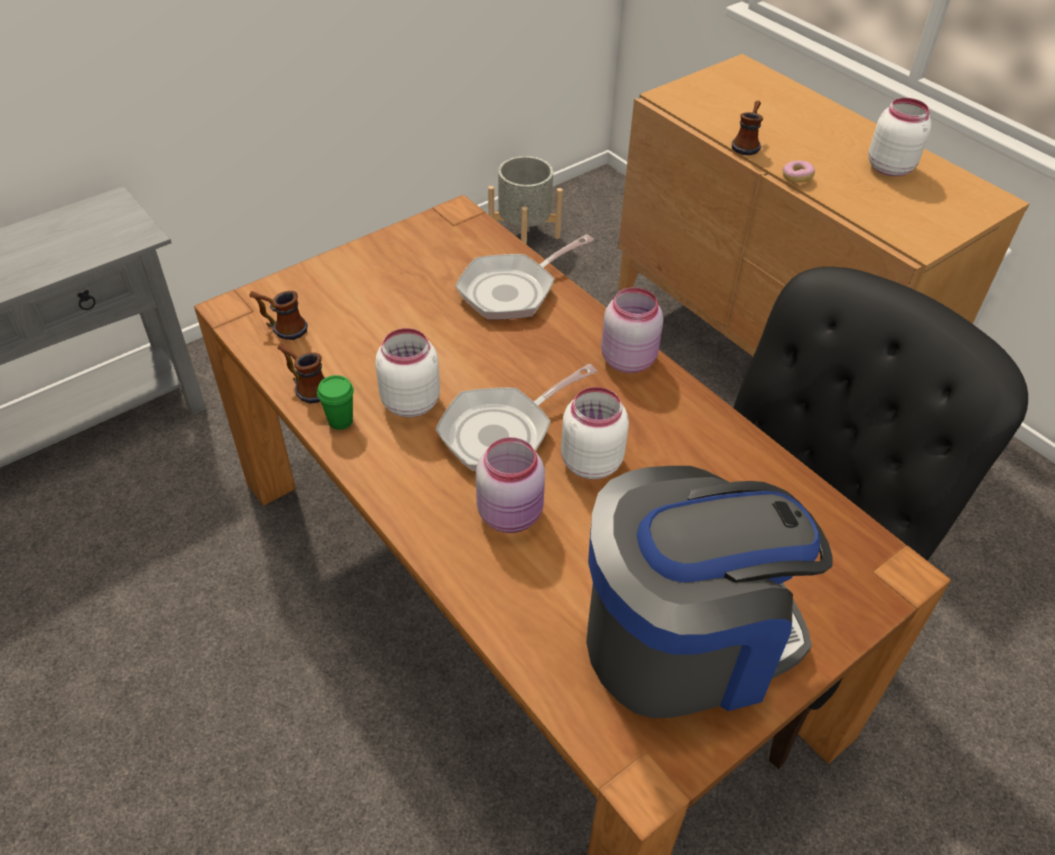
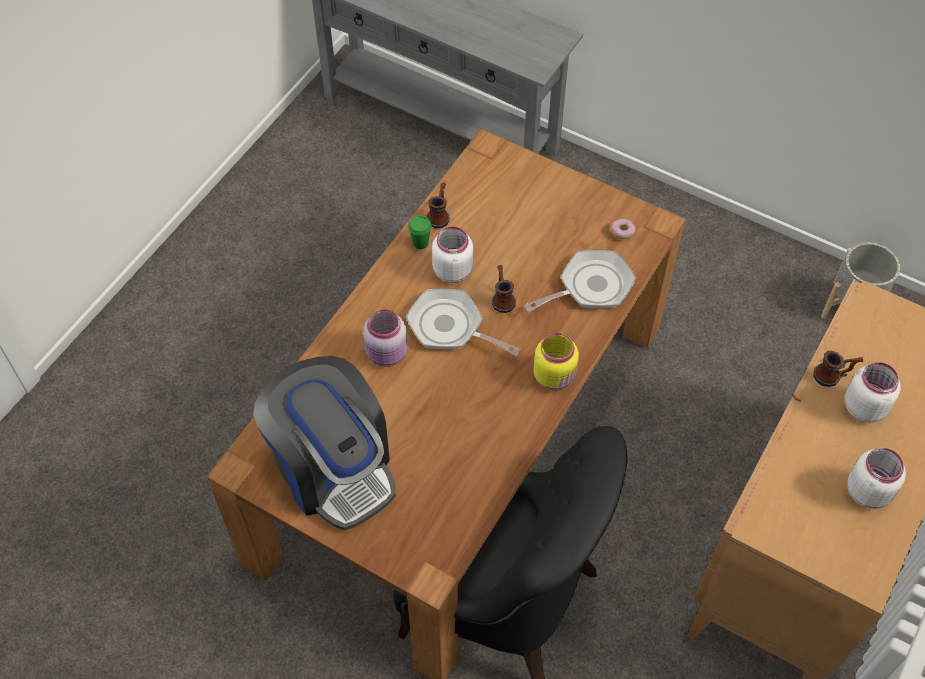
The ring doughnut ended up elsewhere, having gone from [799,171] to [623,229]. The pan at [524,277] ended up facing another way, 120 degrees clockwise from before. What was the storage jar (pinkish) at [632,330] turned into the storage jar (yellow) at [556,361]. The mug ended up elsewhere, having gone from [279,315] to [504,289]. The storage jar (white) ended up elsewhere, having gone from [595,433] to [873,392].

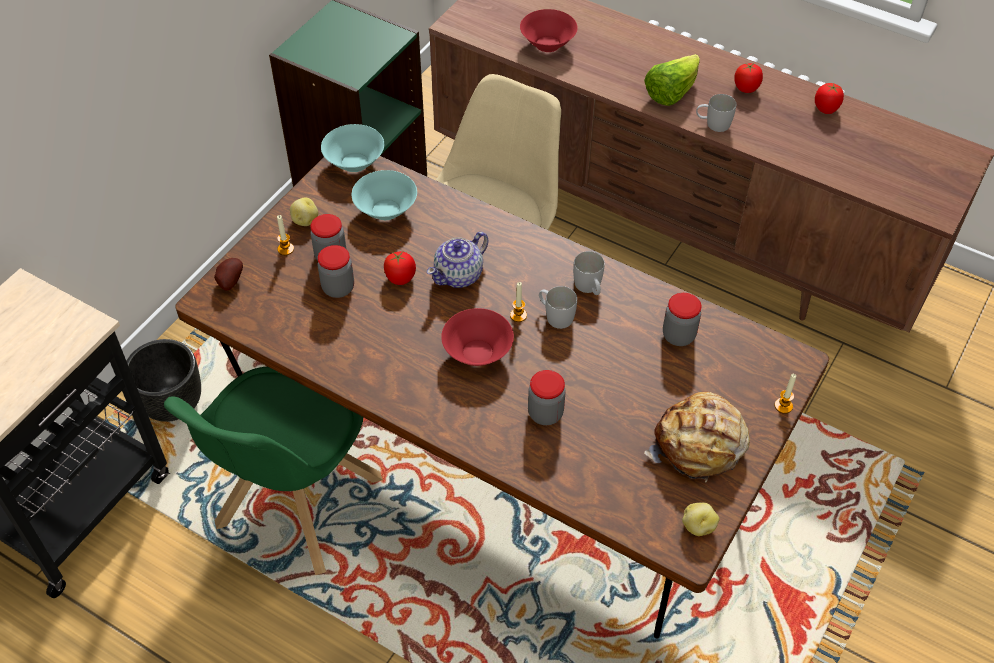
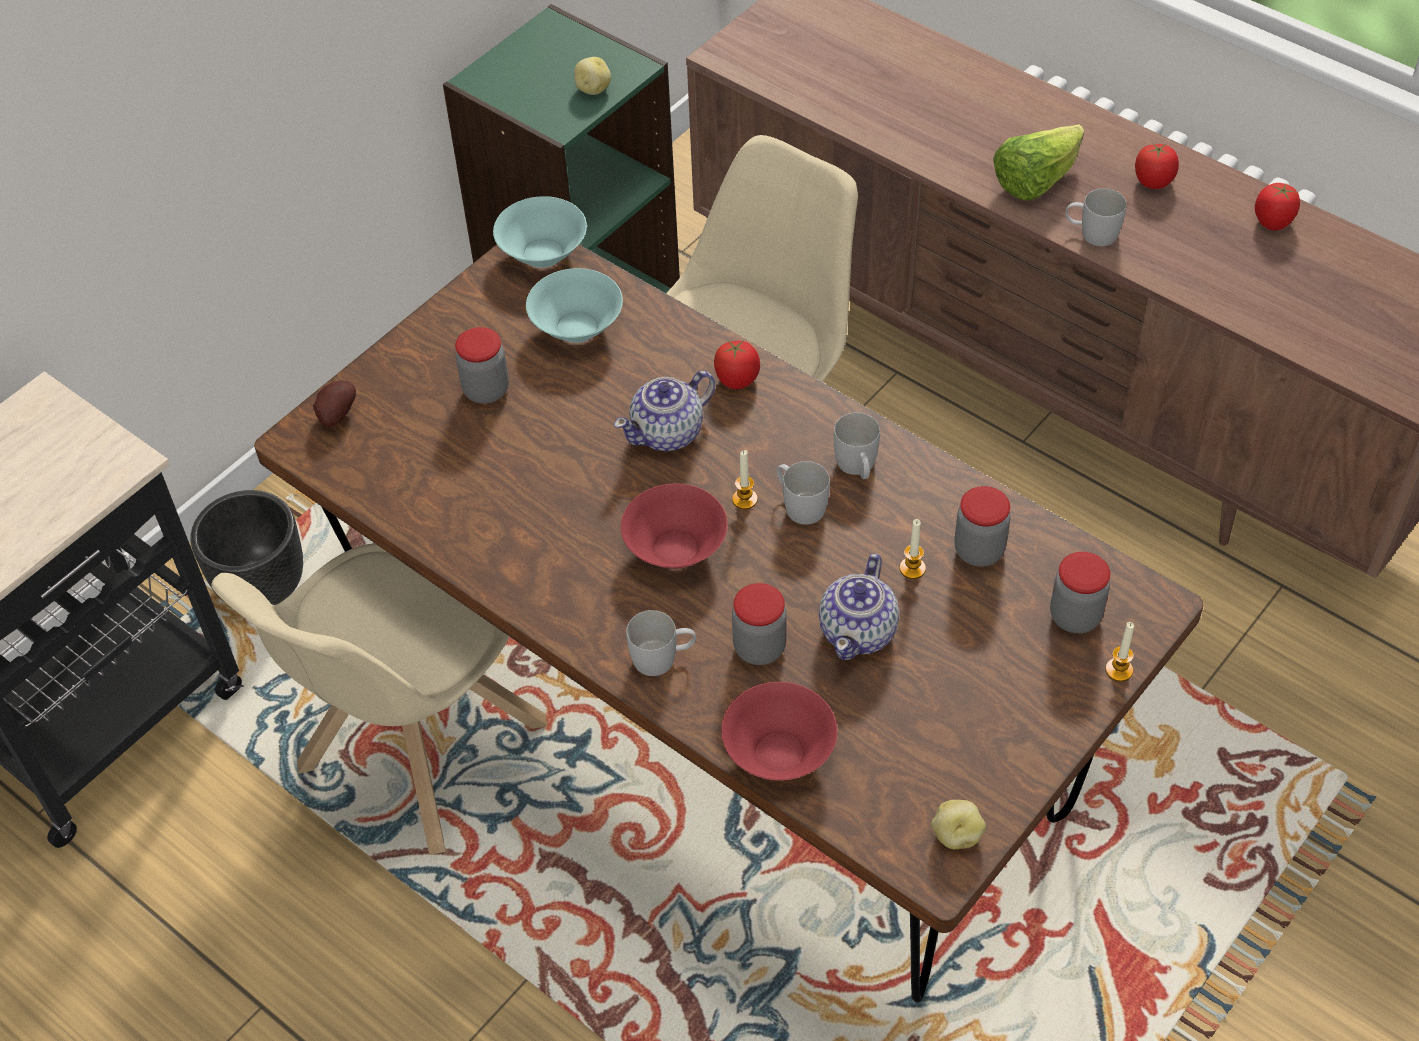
The serving bowl (reddish) ended up elsewhere, having gone from [549,30] to [779,731]. The spud ended up elsewhere, having gone from [304,211] to [592,76]. The wax light ended up elsewhere, having gone from [285,235] to [913,549]. The storage jar ended up elsewhere, having gone from [336,271] to [1080,592]. The fresh tomato ended up elsewhere, having gone from [400,268] to [737,364]. What was the chair (green) at [273,471] turned into the chair (beige-coloured) at [379,699]. The second view lost the bakery bread at [697,437]. The second view gained the tea pot at [859,606]. The second view gained the mug (white) at [661,643].

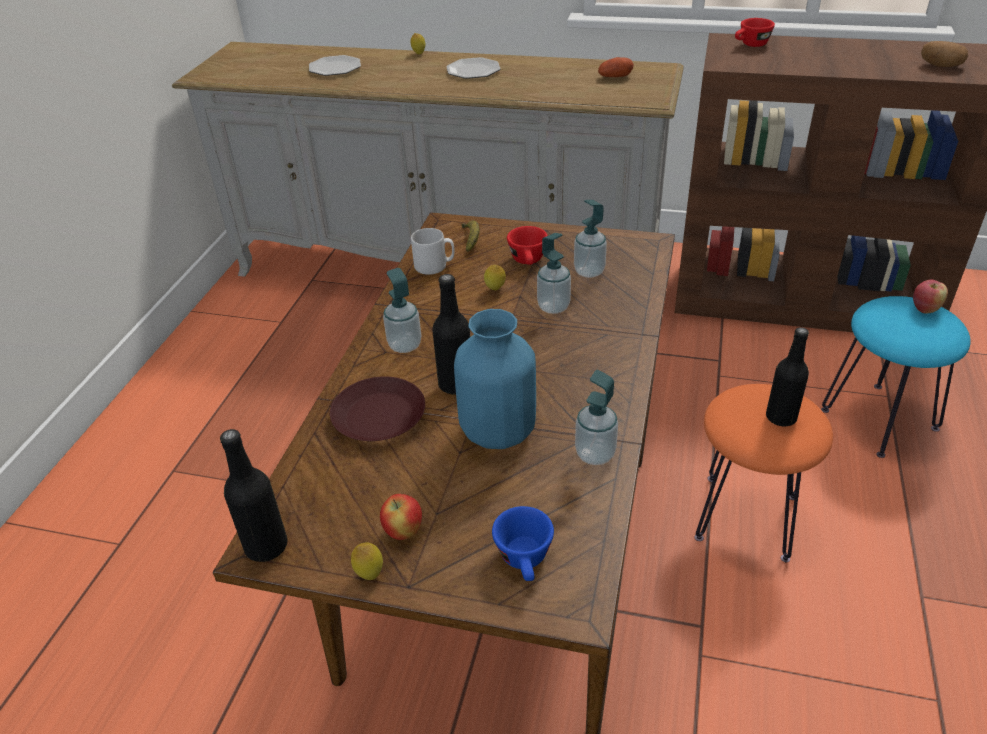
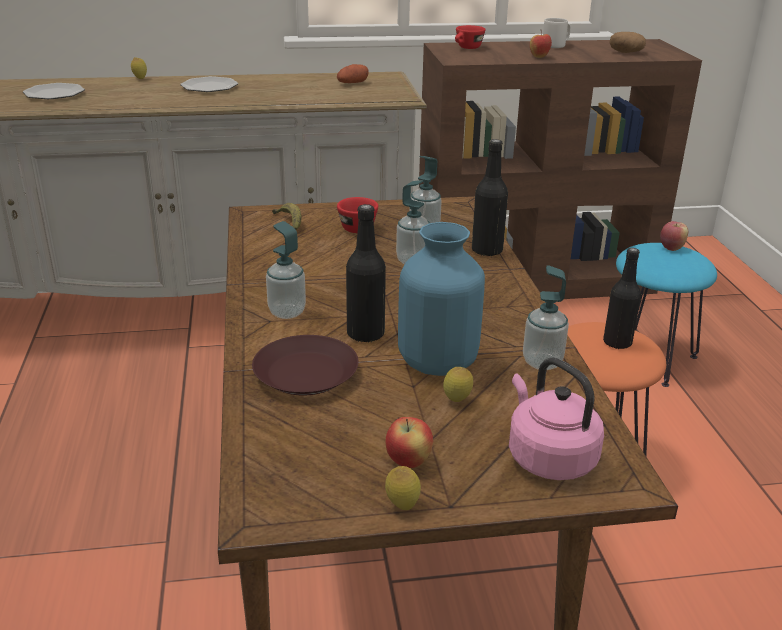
The mug (greyish) ended up elsewhere, having gone from [433,251] to [557,33]. The lemon ended up elsewhere, having gone from [495,277] to [458,384]. The beverage bottle (black-coloured) ended up elsewhere, having gone from [254,495] to [490,197]. Where the small cup (blue) stood at [523,543], the tea kettle (pinkish) came to stand at [556,418]. The second view gained the apple at [541,43].

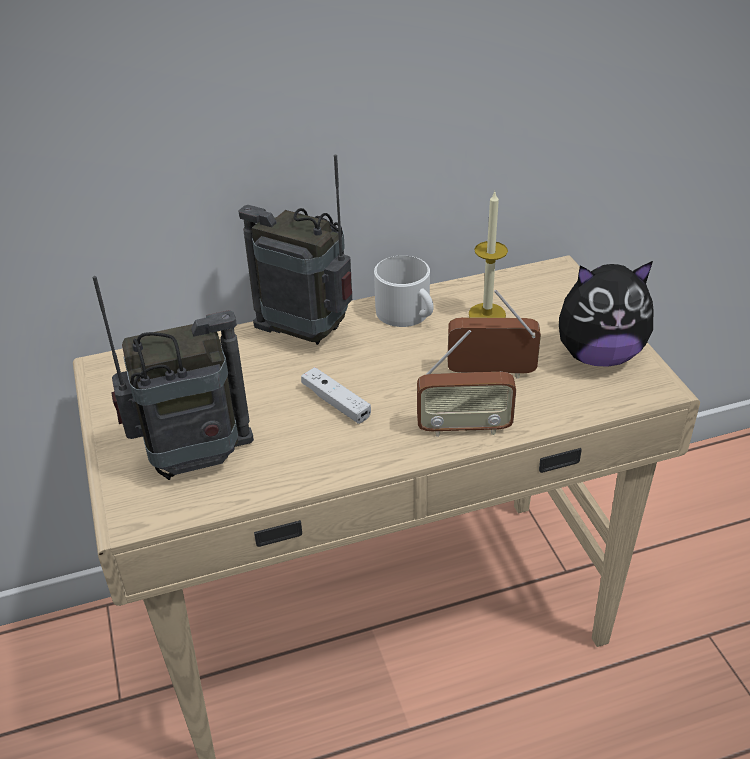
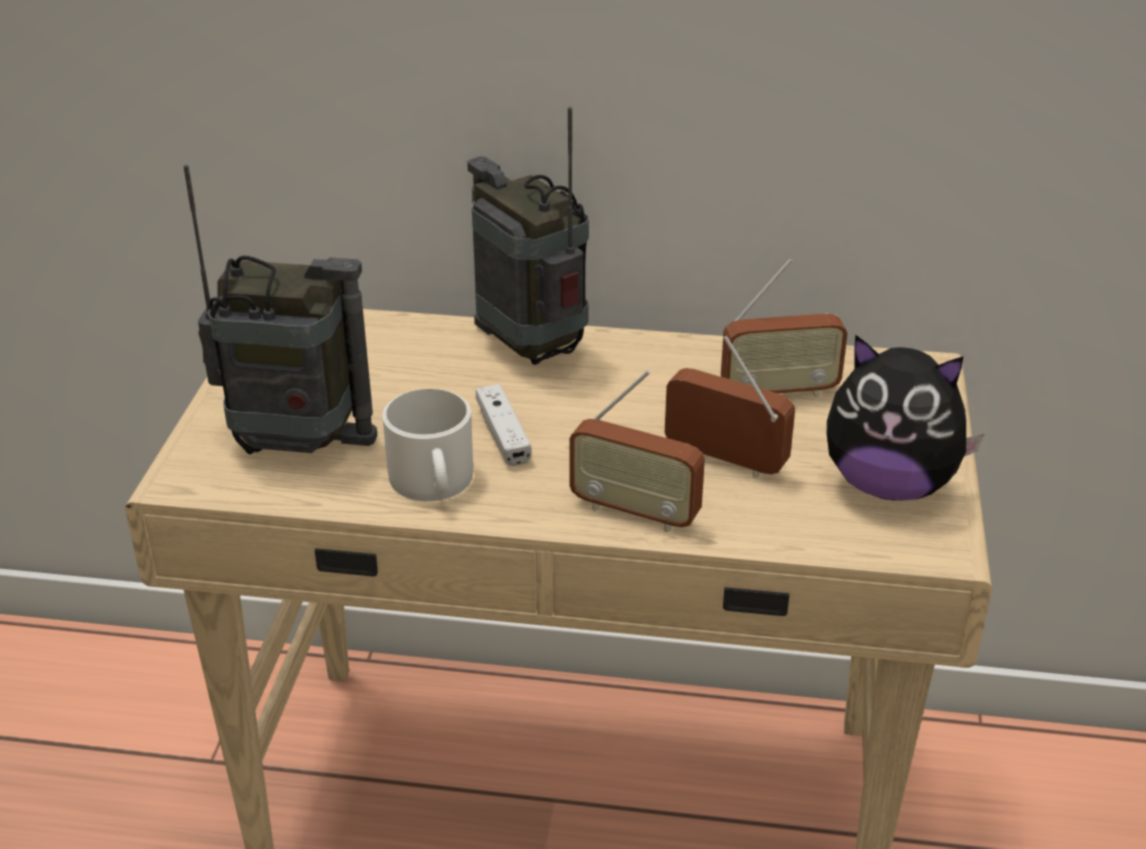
Where the wax light stood at [488,255], the radio came to stand at [784,328]. The mug (white) ended up elsewhere, having gone from [404,291] to [428,445].

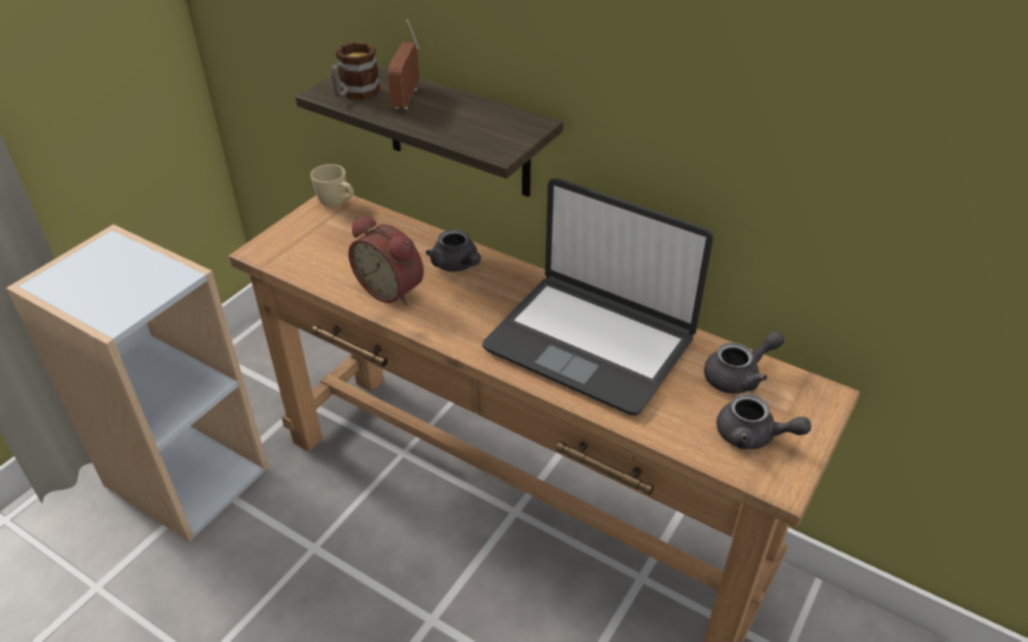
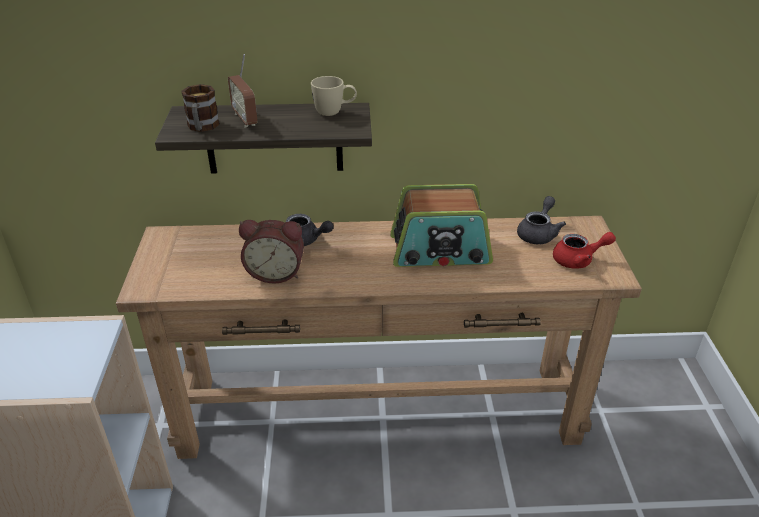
The mug (beige-coloured) ended up elsewhere, having gone from [332,185] to [334,96]. Where the laptop stood at [597,297], the radio came to stand at [441,225]. What was the tea pot (greyish) at [764,421] turned into the tea pot (reddish) at [584,250].

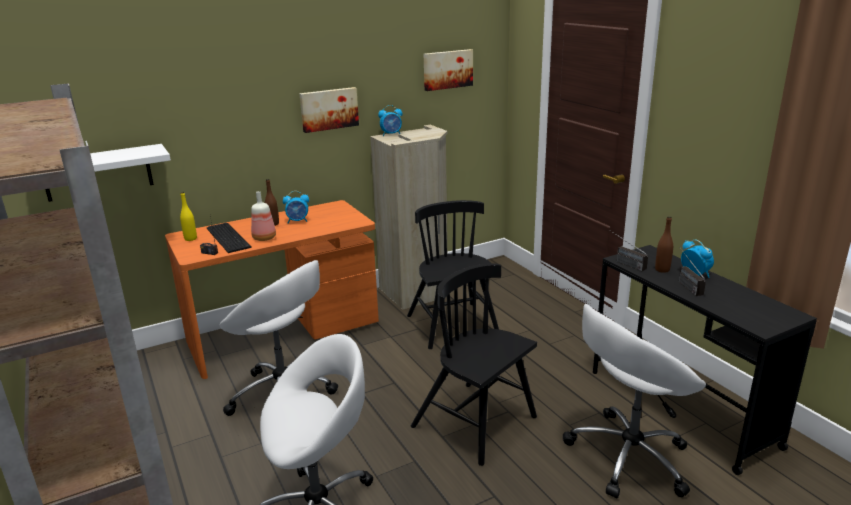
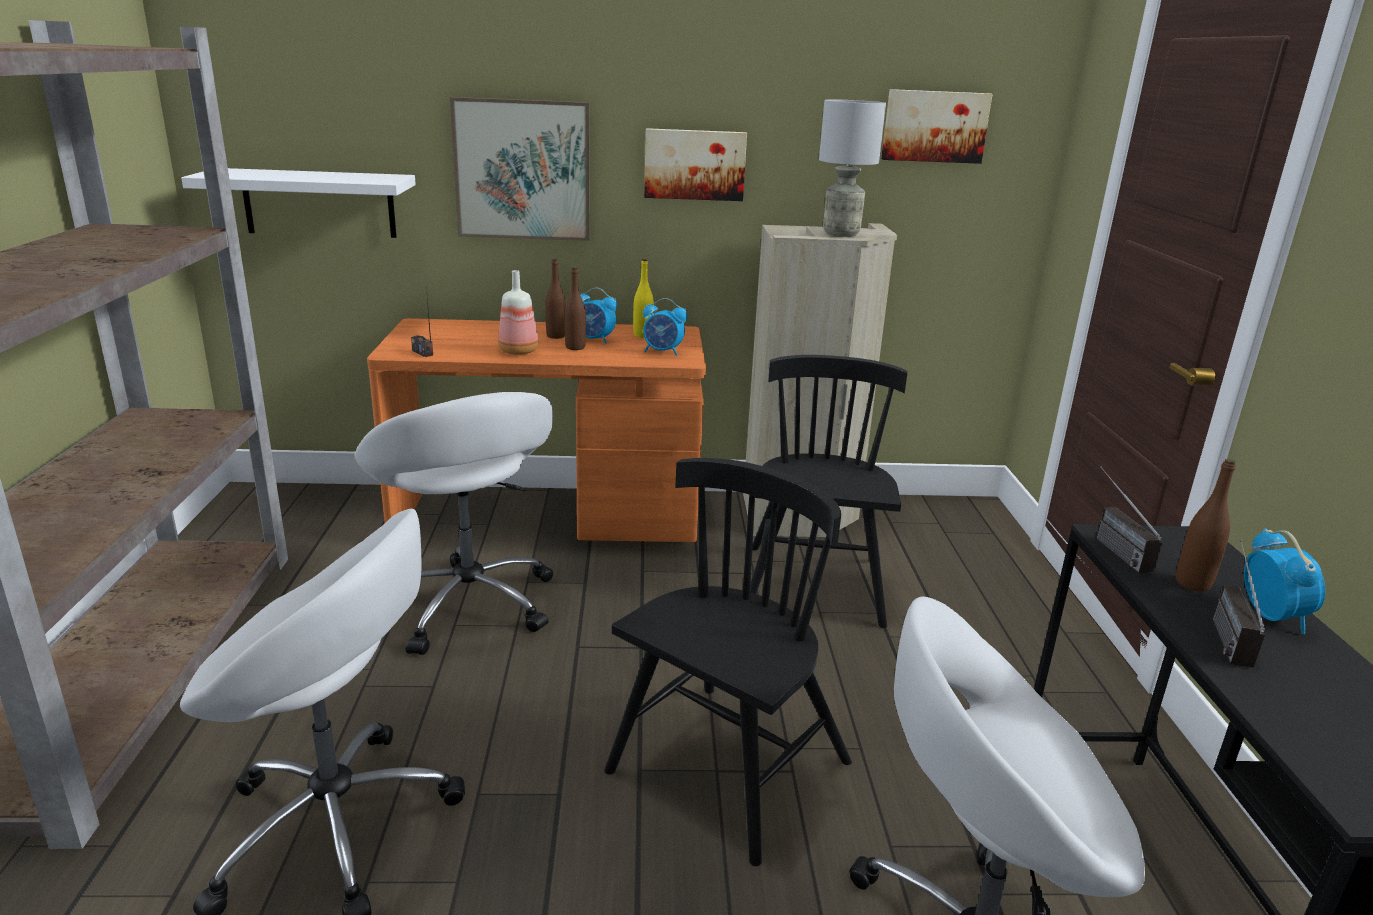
The bedside clock ended up elsewhere, having gone from [390,120] to [665,327]. The beverage bottle (yellow) ended up elsewhere, having gone from [188,216] to [643,298]. The second view lost the keyboard at [229,238]. The chair (black-coloured) at [474,364] ended up facing another way, 60 degrees clockwise from before. The second view gained the picture at [520,169]. The second view gained the lamp for a table (greyish) at [852,168]. The second view gained the beverage bottle (brown) at [575,308].

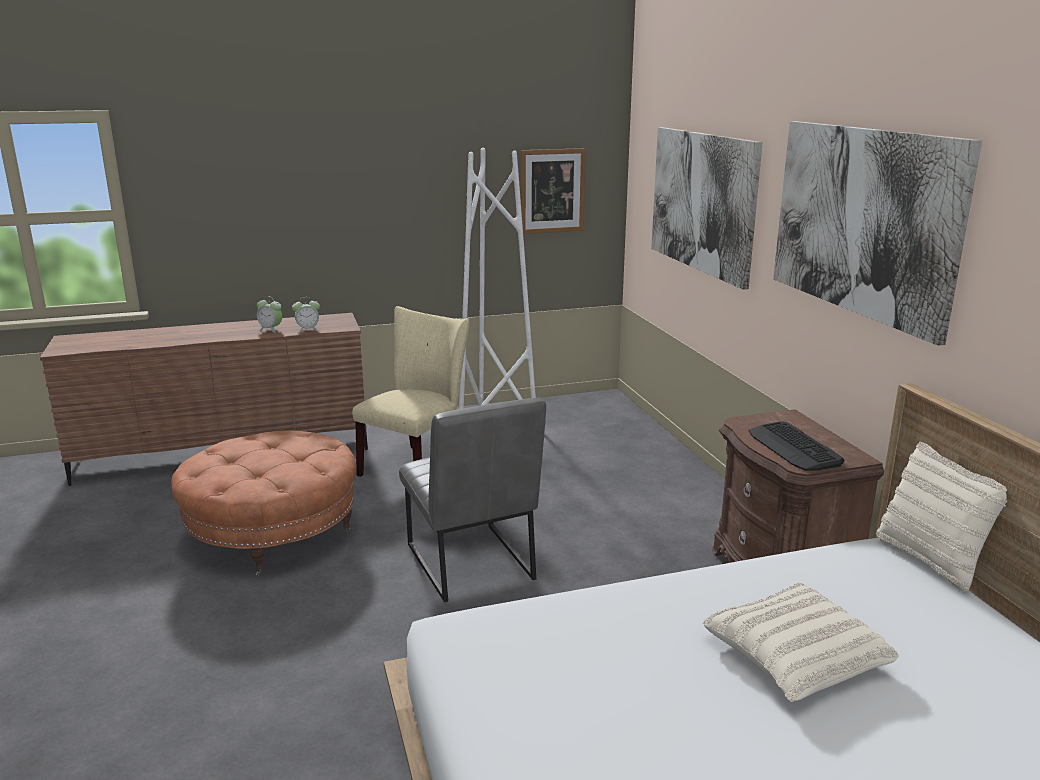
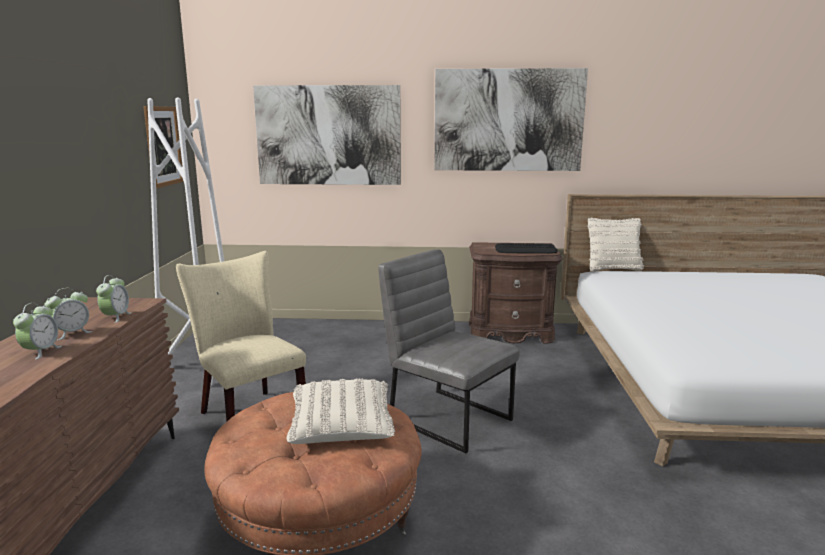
The chair (greyish) at [472,500] ended up facing another way, 135 degrees counterclockwise from before. The cushion (beige-coloured) ended up elsewhere, having gone from [800,642] to [341,411]. The second view gained the bedside clock at [37,331].

